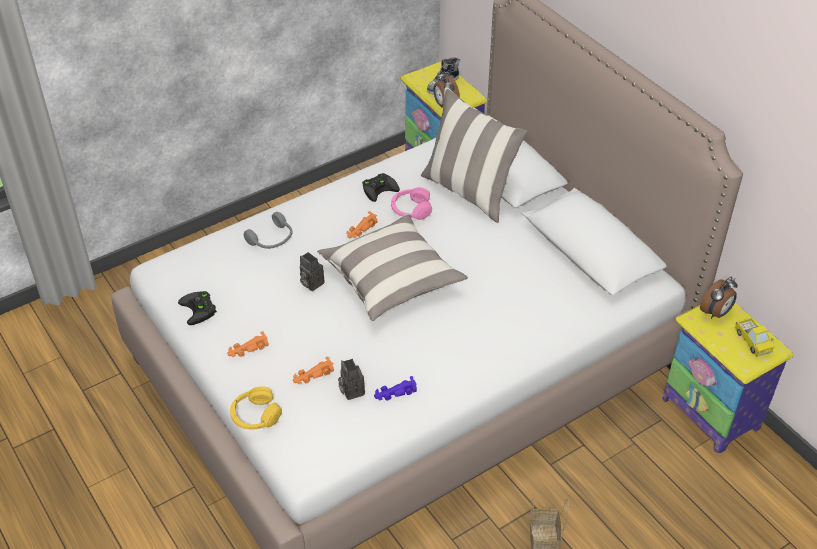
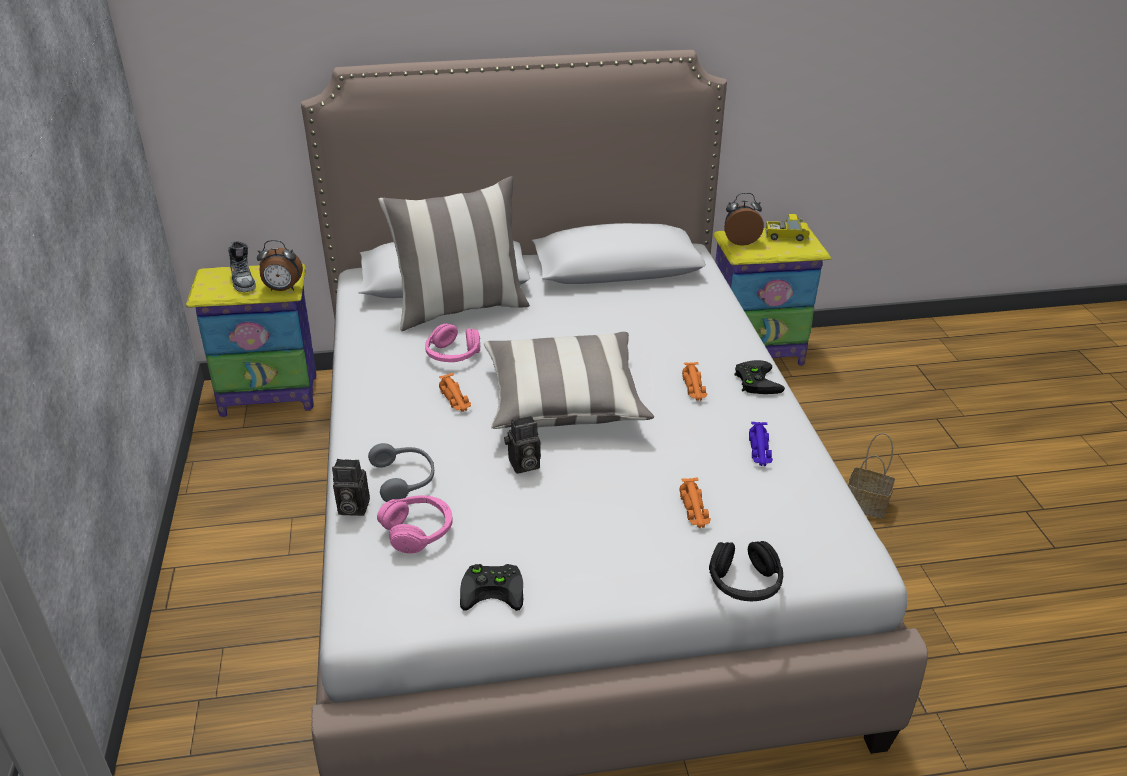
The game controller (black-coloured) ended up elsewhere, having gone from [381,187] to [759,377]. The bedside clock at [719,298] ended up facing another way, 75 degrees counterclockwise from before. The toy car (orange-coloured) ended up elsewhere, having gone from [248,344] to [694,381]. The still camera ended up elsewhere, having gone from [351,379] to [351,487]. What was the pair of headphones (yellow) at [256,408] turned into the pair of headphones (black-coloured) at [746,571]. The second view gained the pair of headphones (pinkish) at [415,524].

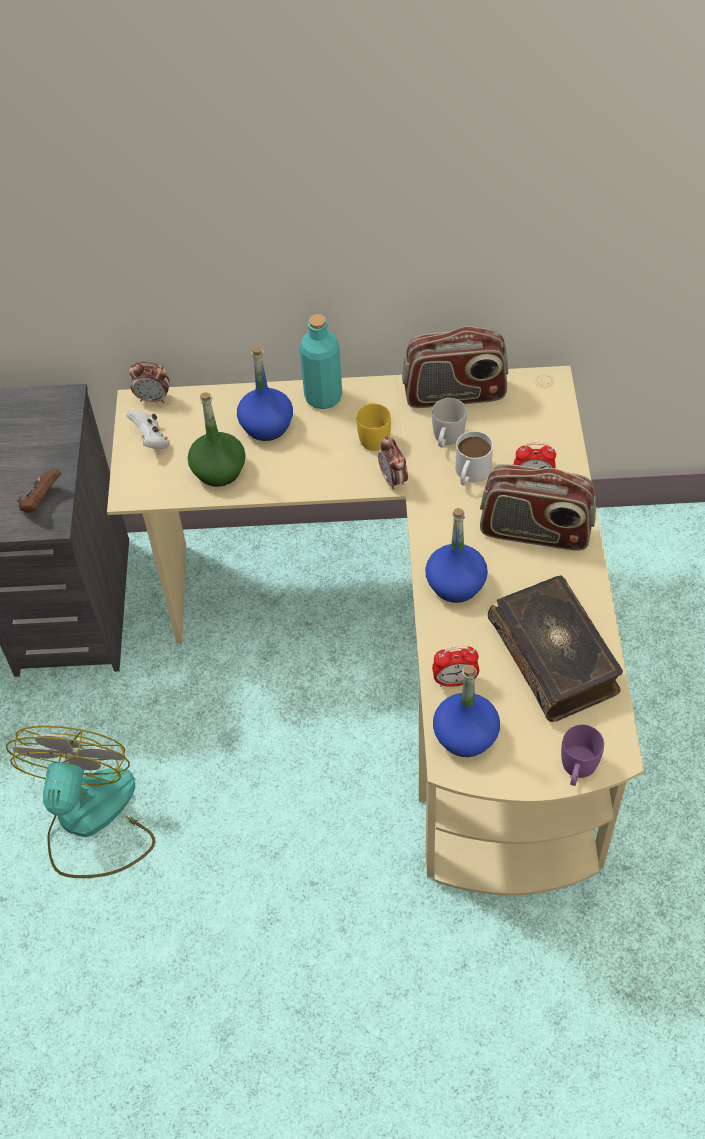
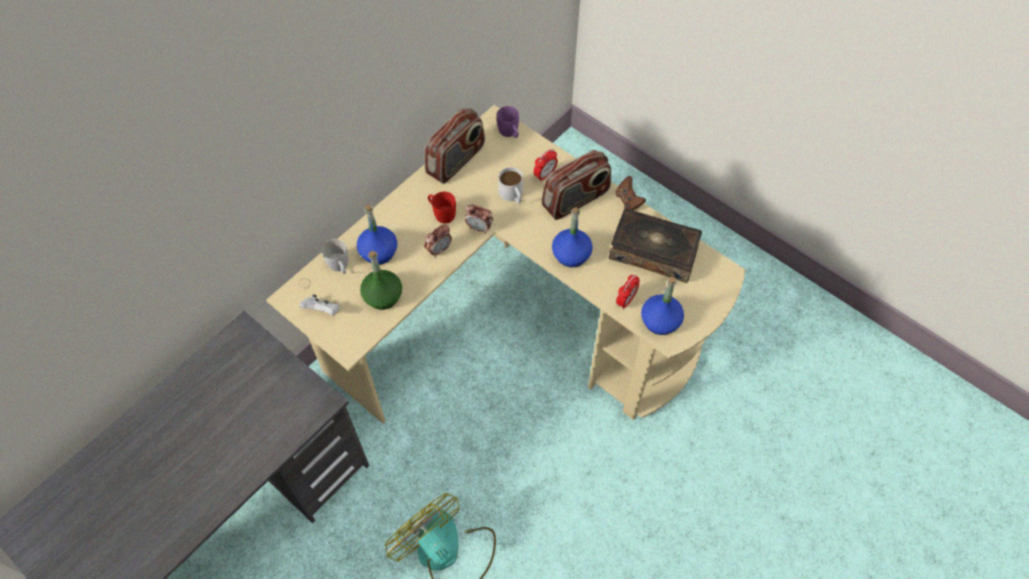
The second view lost the beverage bottle (turquoise) at [321,361]. The bedside clock ended up elsewhere, having gone from [149,382] to [438,241]. The mug (white) ended up elsewhere, having gone from [449,422] to [335,256]. What was the mug (yellow) at [373,426] turned into the mug (reddish) at [442,207]. The game controller (brown) ended up elsewhere, having gone from [39,491] to [630,193]. The mug (purple-coloured) ended up elsewhere, having gone from [582,755] to [508,122].

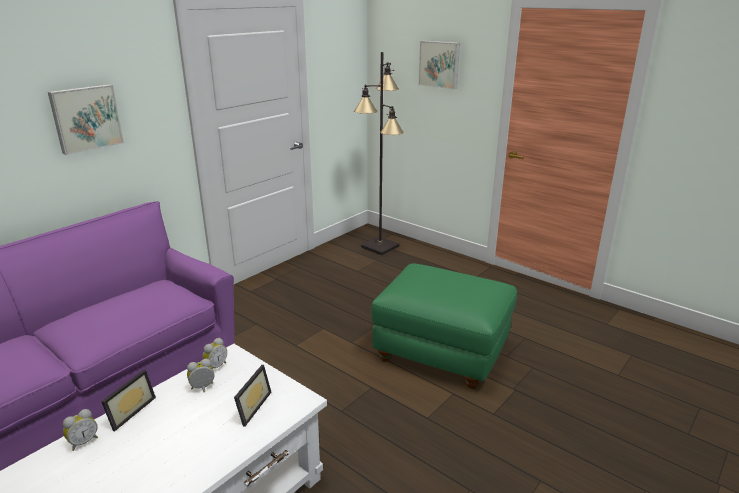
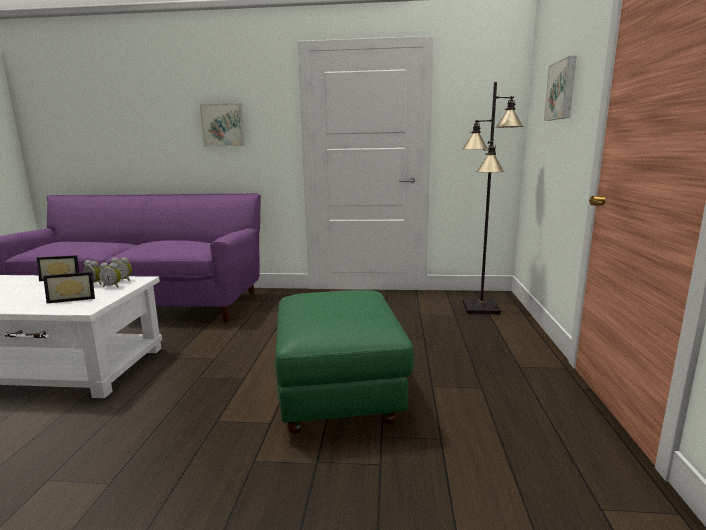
The bedside clock ended up elsewhere, having gone from [80,430] to [110,275].

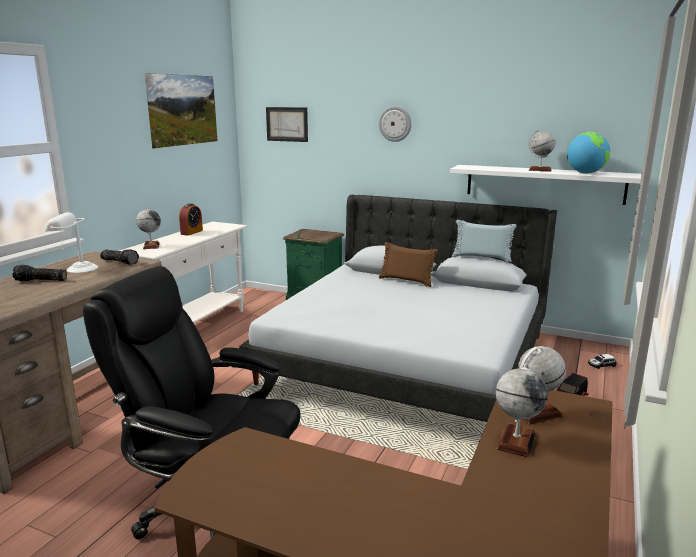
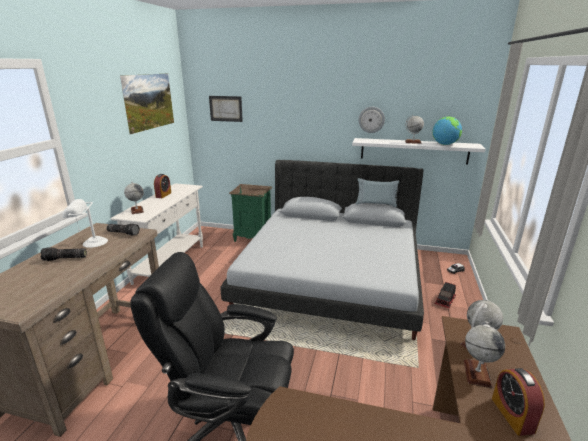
The hanging clock ended up elsewhere, having gone from [395,124] to [372,120]. The second view lost the cushion (brown) at [408,264]. The second view gained the bedside clock at [518,402].

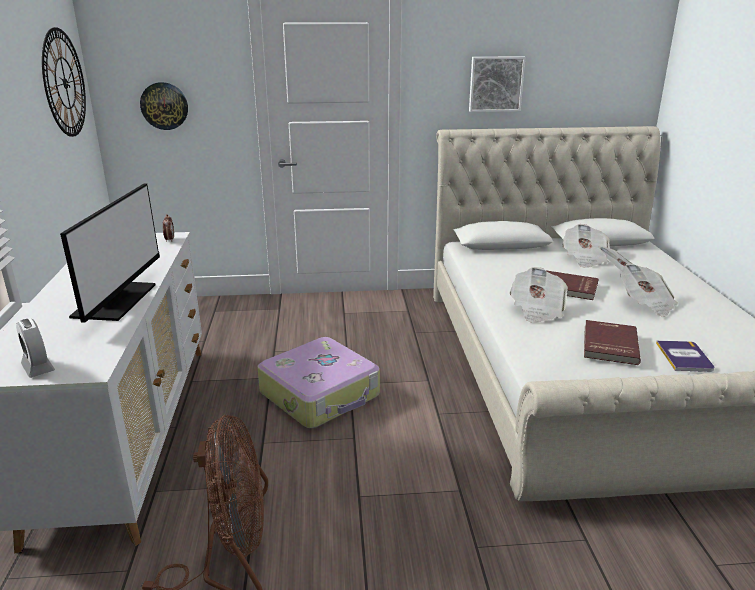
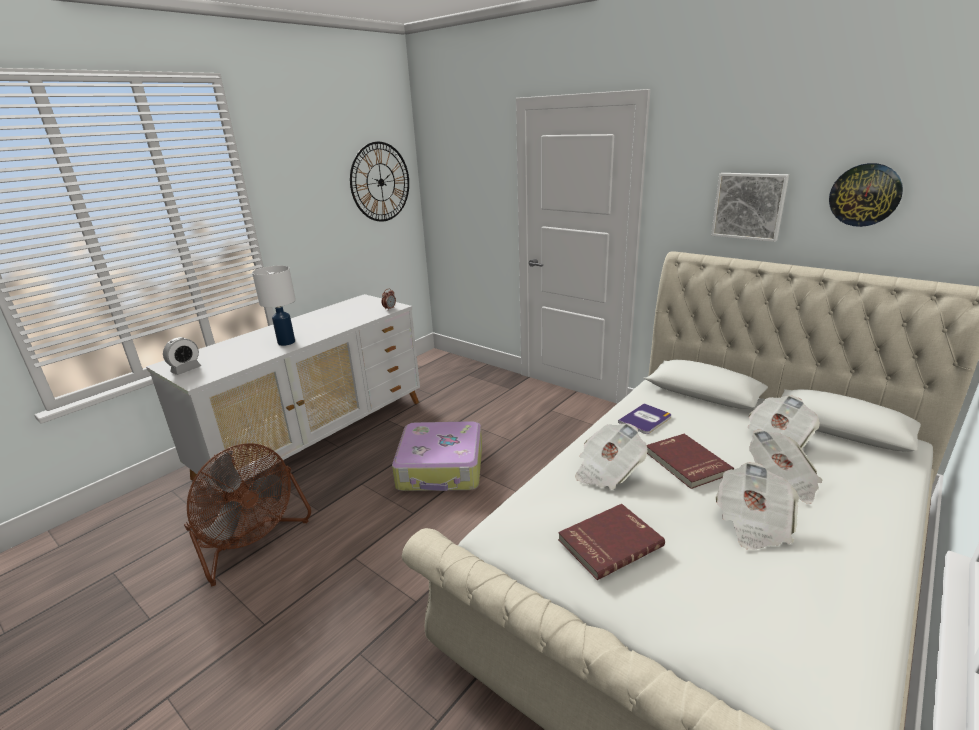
The hanging clock ended up elsewhere, having gone from [164,106] to [866,195]. Where the computer display stood at [110,253], the lamp for a table (white) came to stand at [274,306]. The bedside clock at [35,348] ended up facing another way, 150 degrees counterclockwise from before. The volume ended up elsewhere, having gone from [685,356] to [644,418].

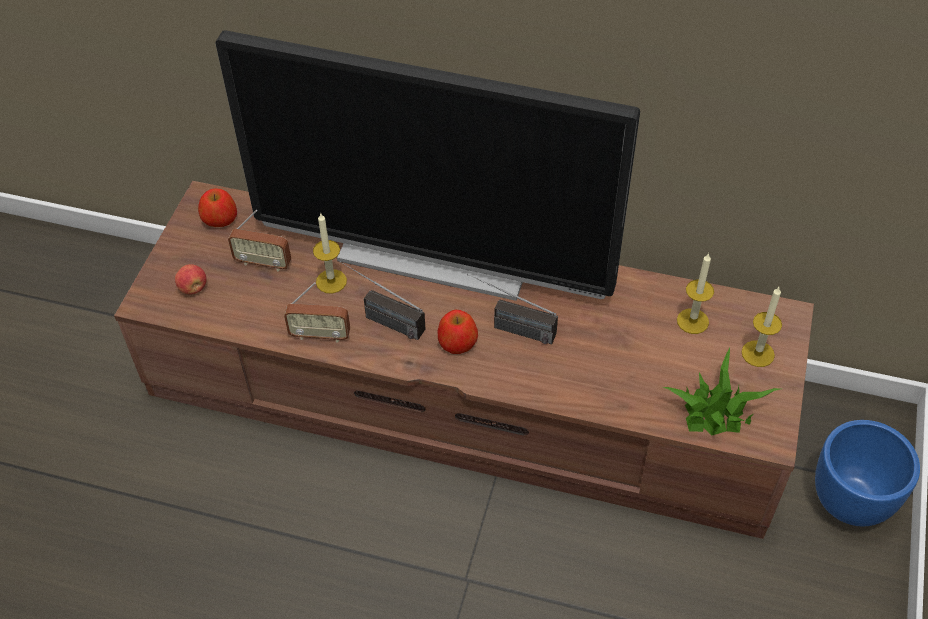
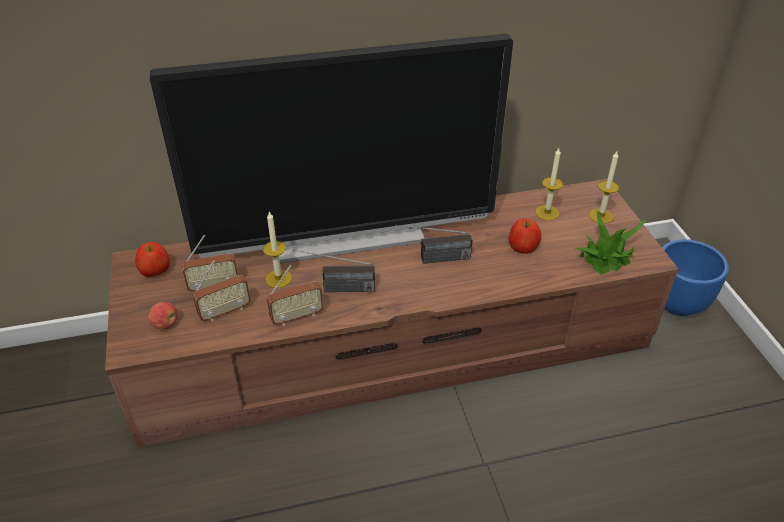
The apple ended up elsewhere, having gone from [457,332] to [524,236]. The second view gained the radio at [222,291].

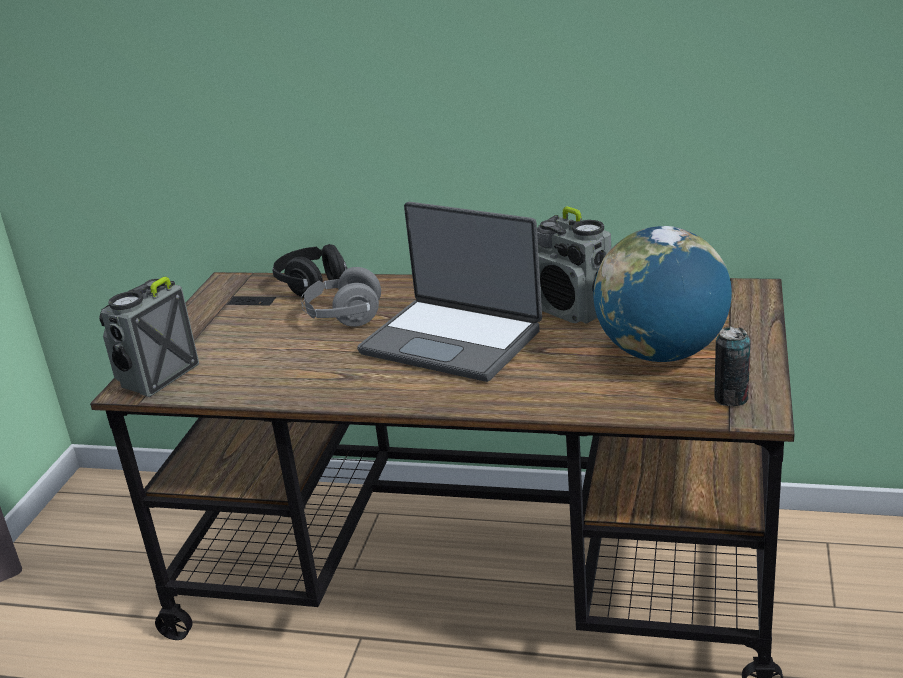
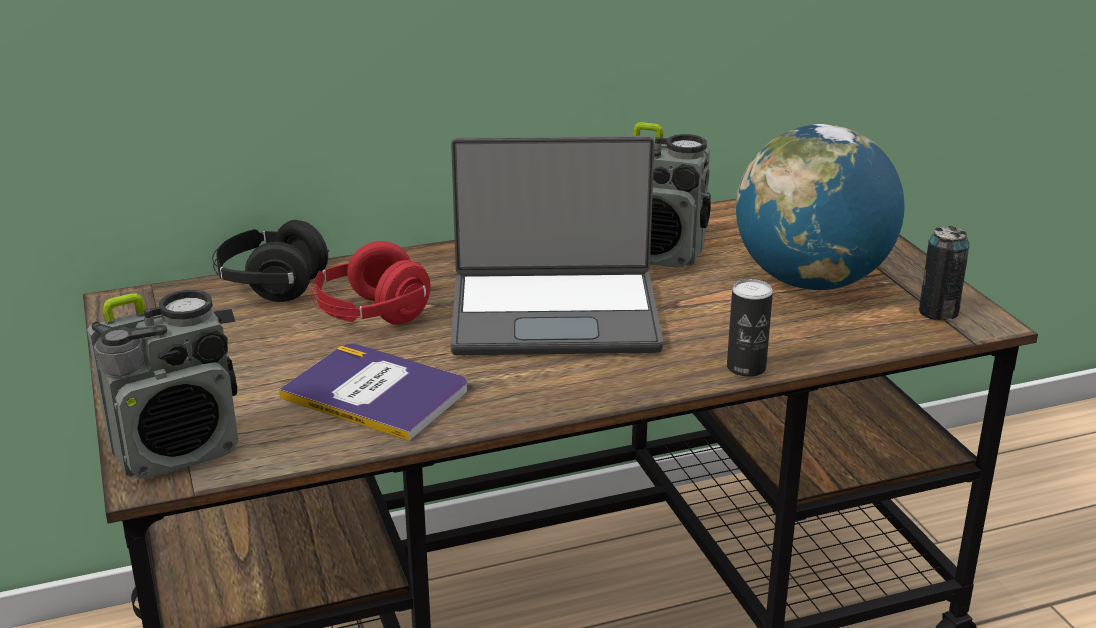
What was the pair of headphones (greyish) at [341,297] turned into the pair of headphones (reddish) at [370,283]. The radio at [149,337] ended up facing another way, 120 degrees counterclockwise from before. The second view gained the can at [750,328]. The second view gained the volume at [373,392].

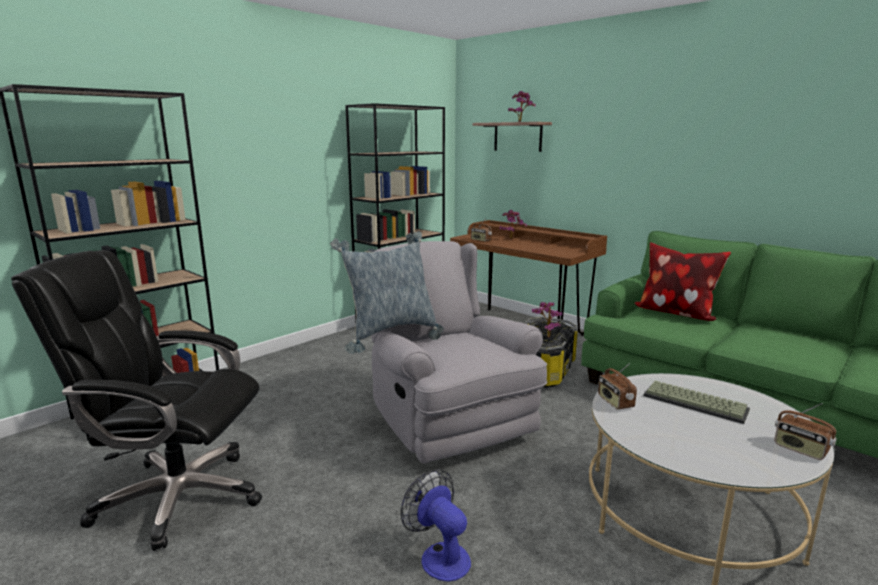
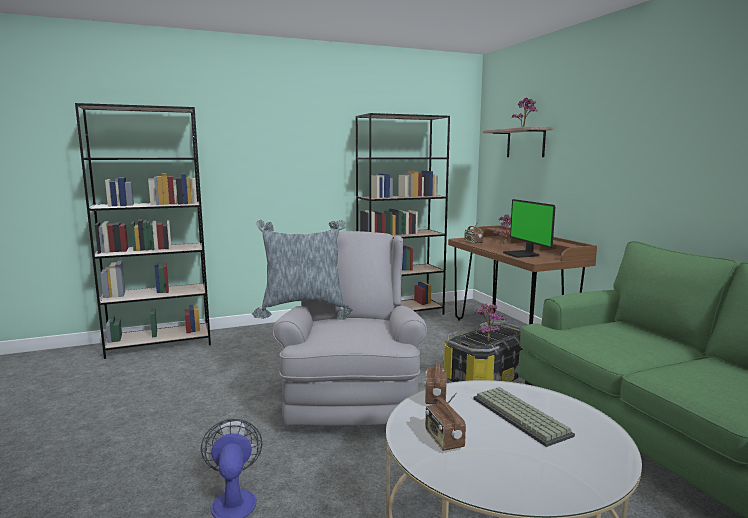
The second view lost the cushion at [683,281]. The second view lost the office chair (black-coloured) at [136,400]. The radio ended up elsewhere, having gone from [805,431] to [445,421]. The second view gained the computer display at [529,228].

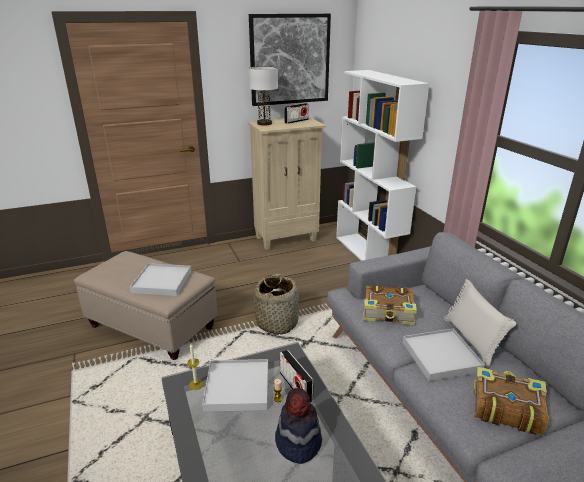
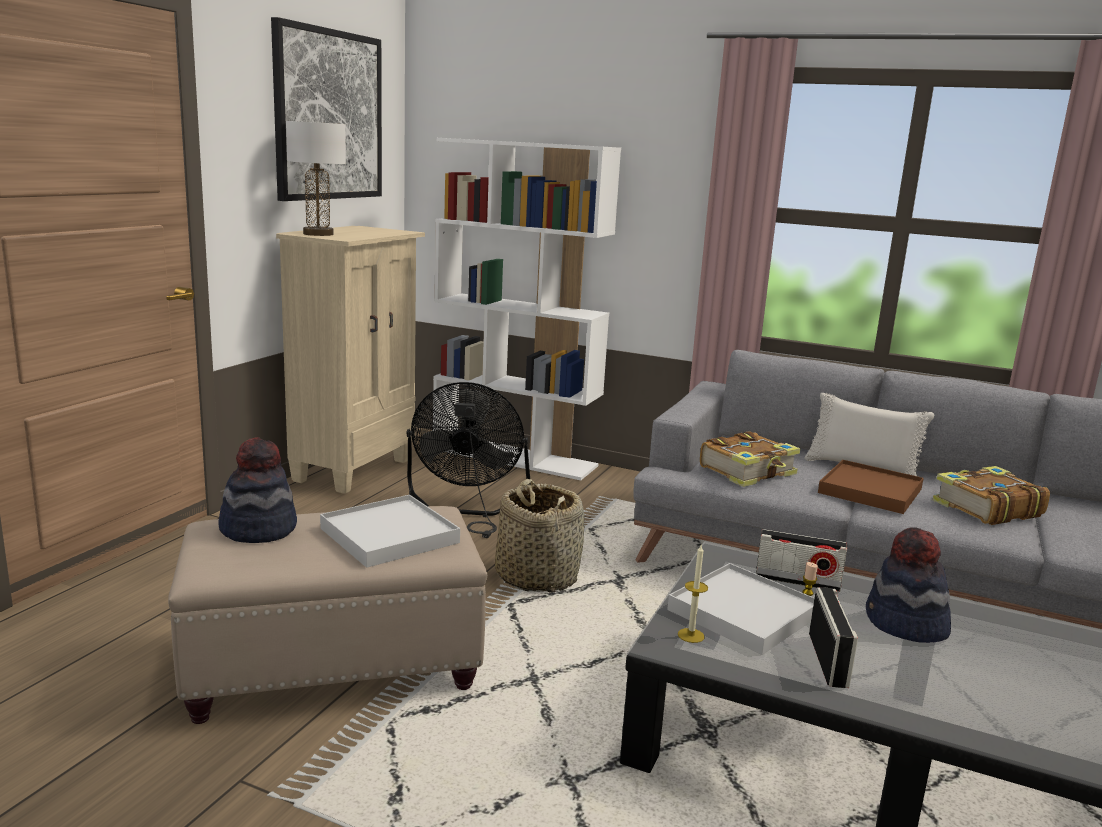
The radio ended up elsewhere, having gone from [296,113] to [833,637]. What was the tray (white) at [444,355] turned into the tray (brown) at [871,487]. The second view gained the fan (black-coloured) at [469,460]. The second view gained the clothing hat at [257,490].

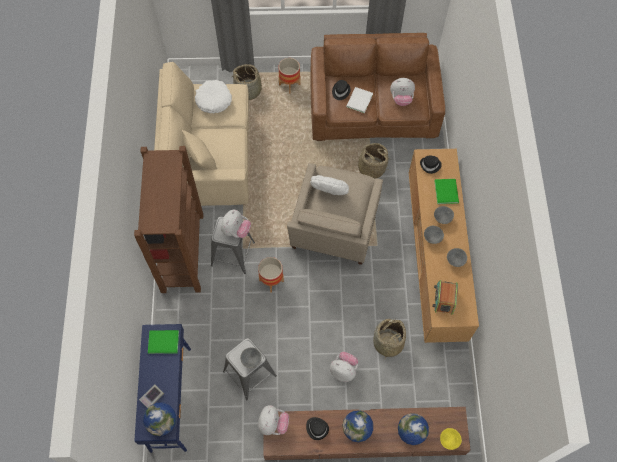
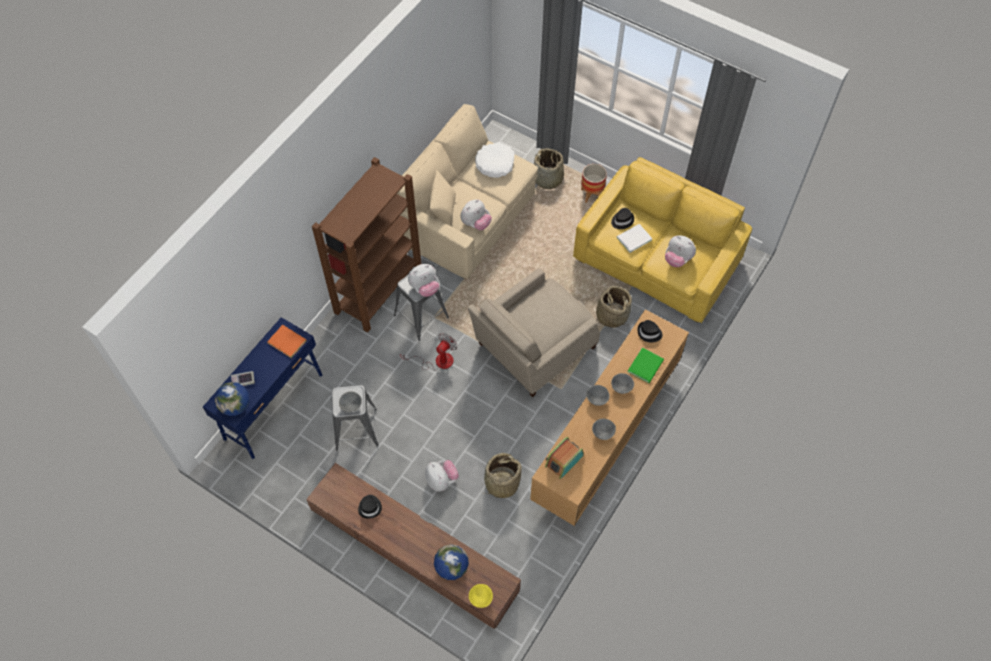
What was the settee (brown) at [378,87] turned into the settee (yellow) at [663,240]. The second view lost the cushion (white) at [329,185]. Where the plant pot stood at [271,275], the fan came to stand at [428,352]. What was the volume (green) at [163,342] turned into the volume (orange-coloured) at [287,341]. The cuddly toy ended up elsewhere, having gone from [273,420] to [476,214]. The second view lost the world globe at [357,426].

